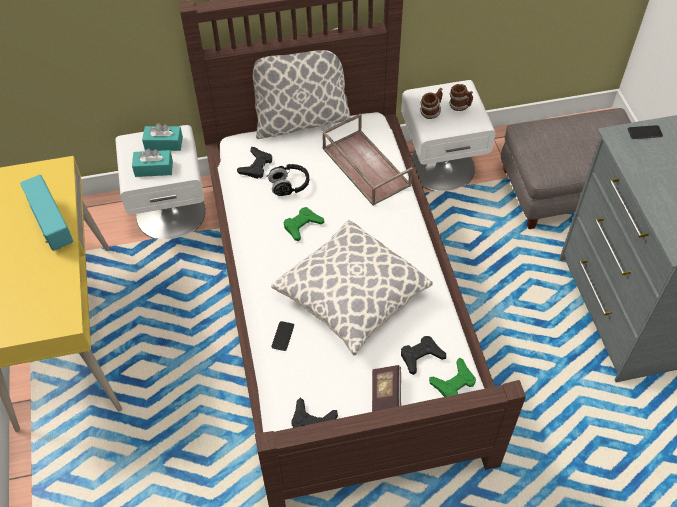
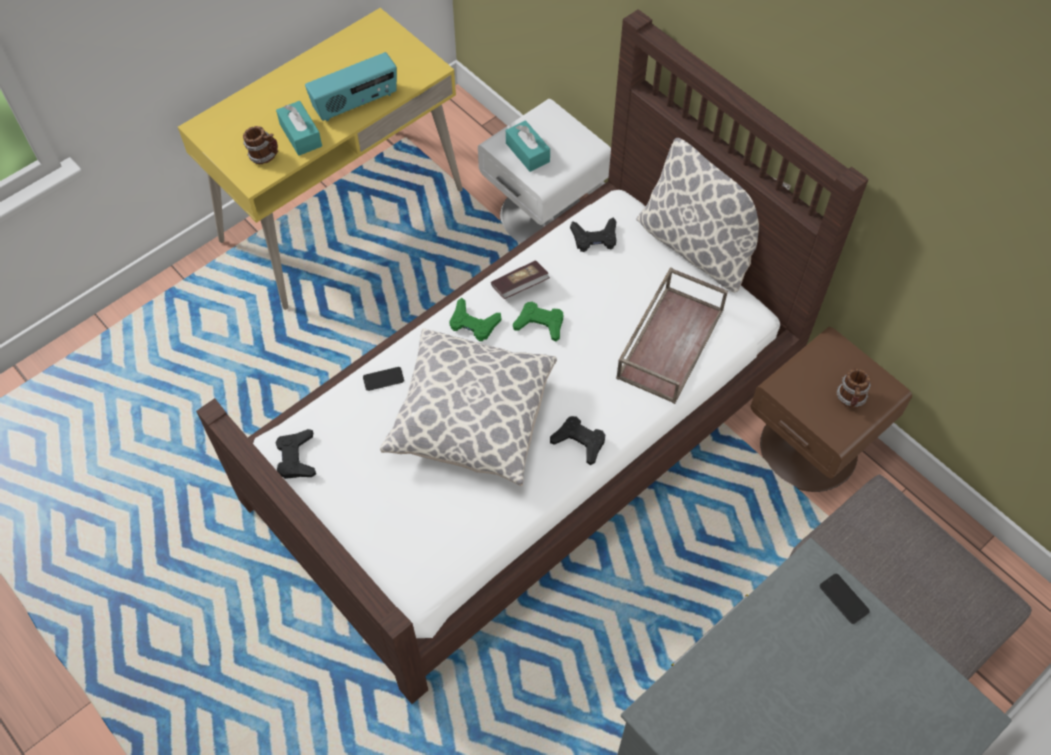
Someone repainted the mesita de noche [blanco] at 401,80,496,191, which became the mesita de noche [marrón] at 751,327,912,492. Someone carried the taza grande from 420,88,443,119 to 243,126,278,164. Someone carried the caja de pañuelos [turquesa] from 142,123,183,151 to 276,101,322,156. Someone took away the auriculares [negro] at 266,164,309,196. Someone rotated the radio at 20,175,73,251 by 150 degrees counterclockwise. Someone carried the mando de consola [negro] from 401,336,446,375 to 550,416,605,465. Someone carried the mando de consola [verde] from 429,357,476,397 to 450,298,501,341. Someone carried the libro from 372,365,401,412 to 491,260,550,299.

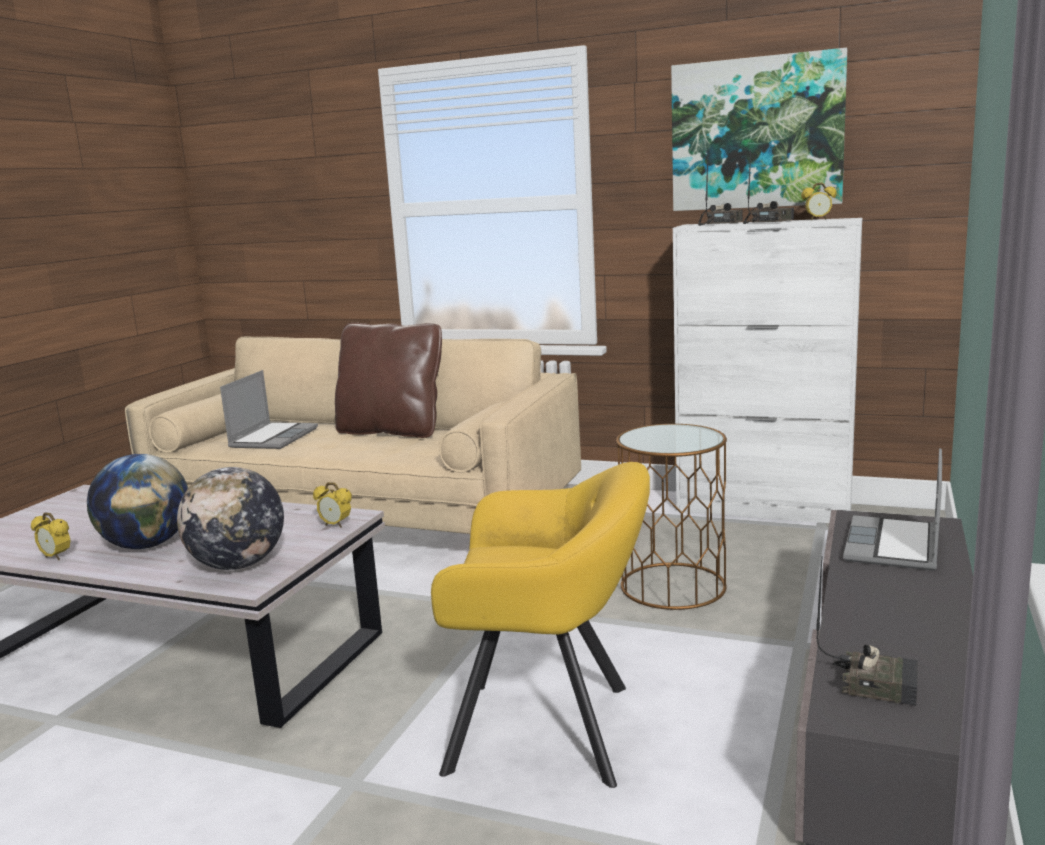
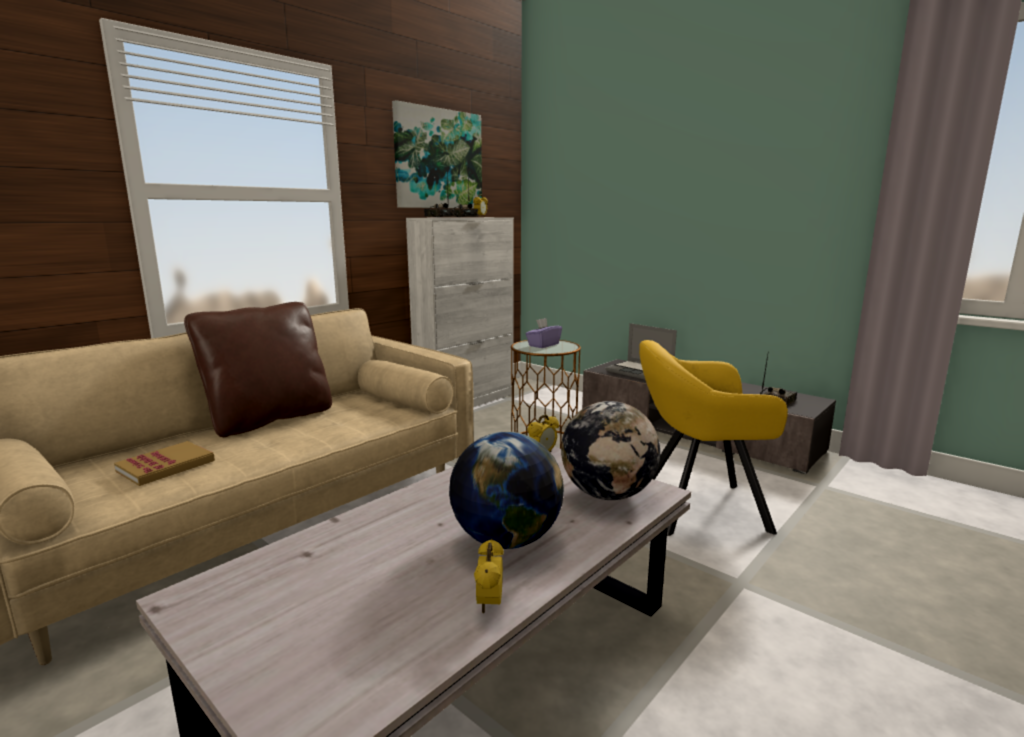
Someone swapped the portátil at 220,370,318,449 for the libro at 114,441,215,486. Someone rotated the sillón [amarillo] at 431,462,650,788 by 120 degrees counterclockwise. Someone rotated the despertador at 31,513,71,560 by 135 degrees clockwise. Someone put down the caja de pañuelos [morado] at 526,318,562,348.

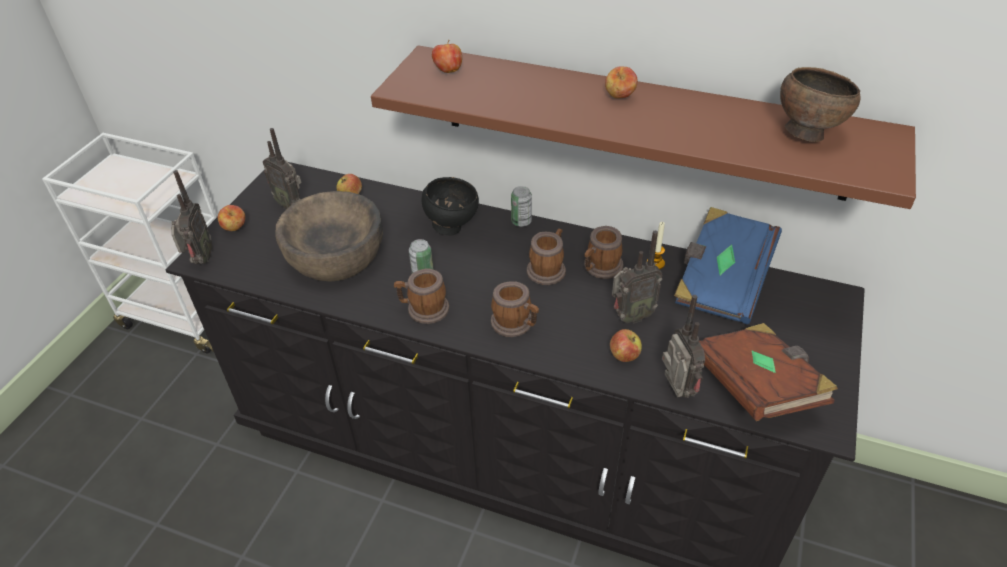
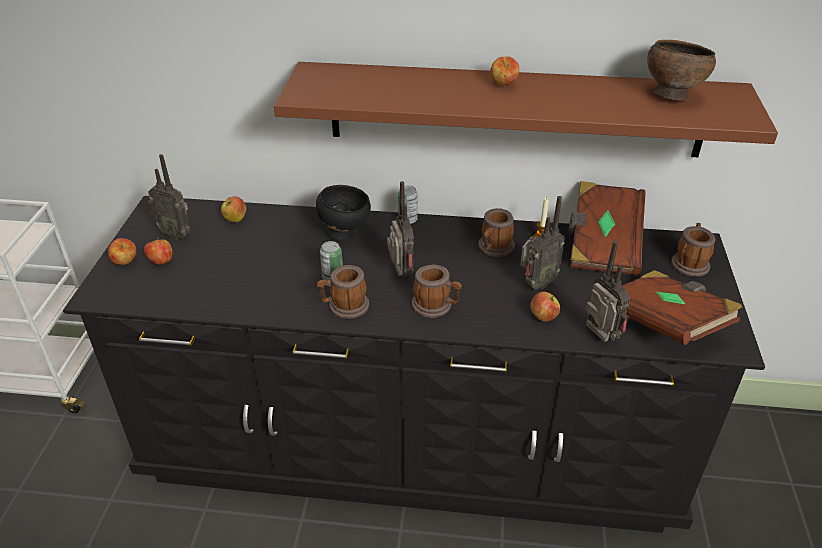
Someone carried the manzana from 432,40,462,73 to 144,237,173,265. Someone carried the radio from 171,170,212,264 to 387,181,414,277. Someone took away the cuenco [marrón] at 275,191,383,282. Someone repainted the libro [azul] at 674,207,782,324, which became the libro [marrón] at 569,181,646,275. Someone carried the taza grande from 527,229,566,285 to 671,223,715,277.

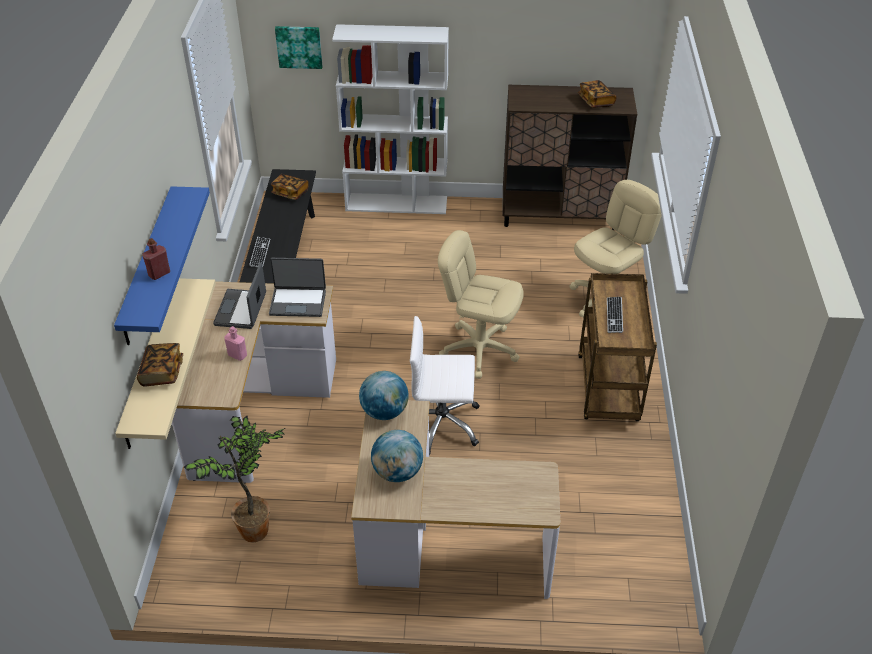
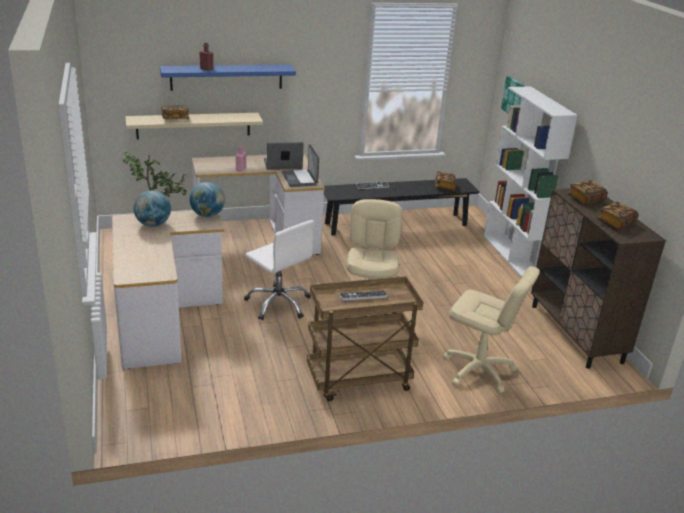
Someone rotated the silla de oficina [blanco] at 410,316,480,456 by 150 degrees clockwise. Someone put down the libro at 568,180,608,206.

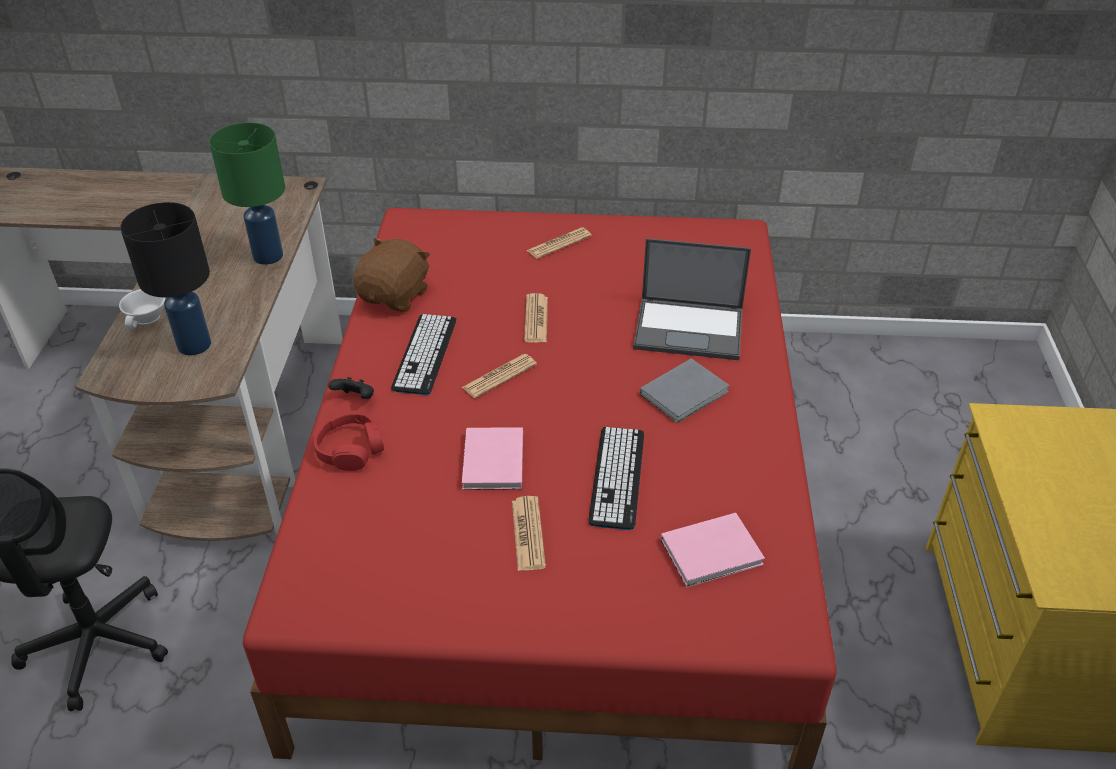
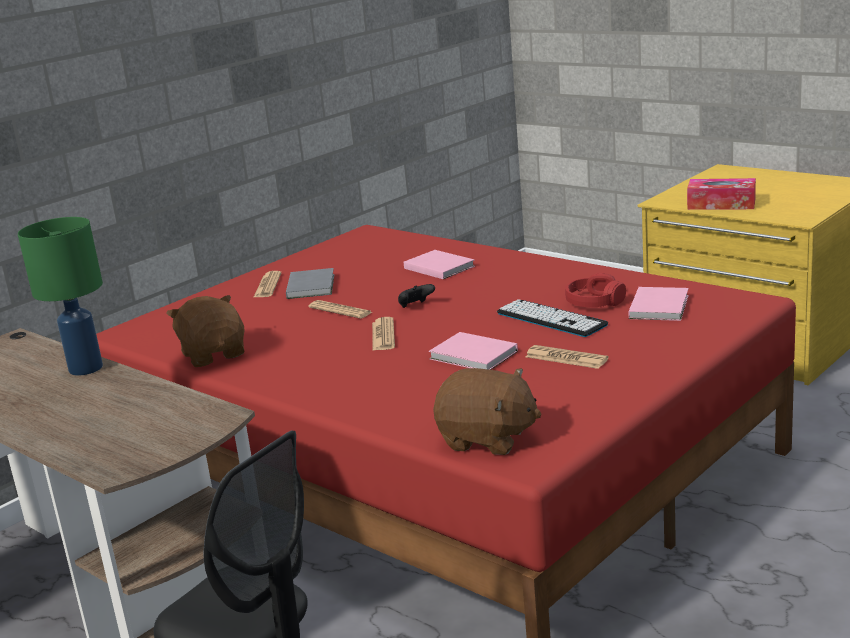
Someone took away the lámpara de mesa [negro] at 120,202,211,355. Someone swapped the portátil at 633,238,751,360 for the libro [rosa] at 404,250,475,279. Someone took away the taza [blanco] at 119,289,165,329. Someone took away the teclado at 391,314,456,395. Someone carried the libro [gris] from 640,358,730,424 to 286,268,334,299. Someone carried the mando de consola [negro] from 328,377,374,399 to 398,284,435,308. Someone carried the auriculares [rojo] from 314,413,384,471 to 565,273,626,307. Someone put down the caja de pañuelos at 687,178,756,210. Someone put down the peluche [marrón] at 433,368,542,455.

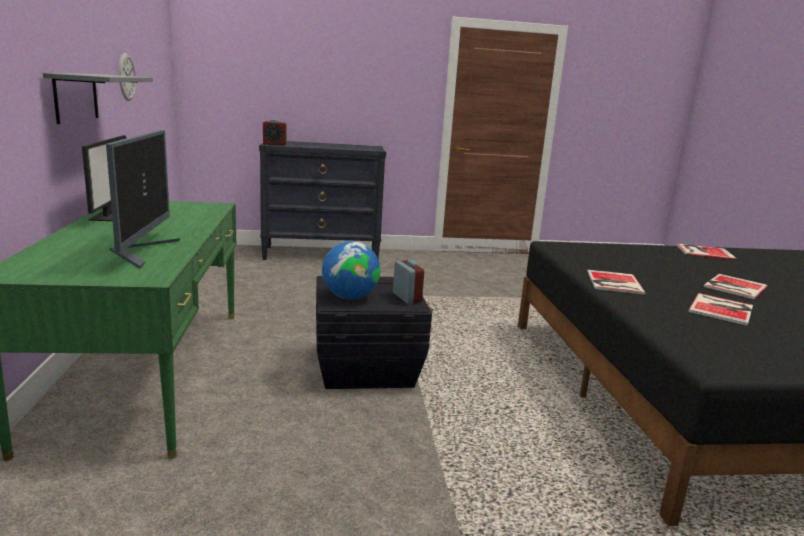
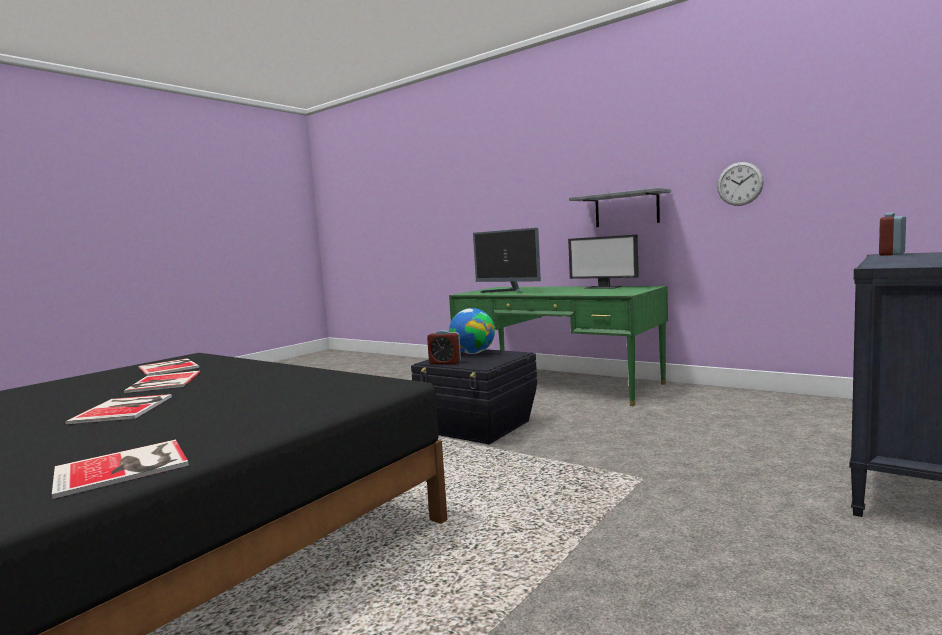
Someone carried the libro from 587,270,646,295 to 138,358,199,376.

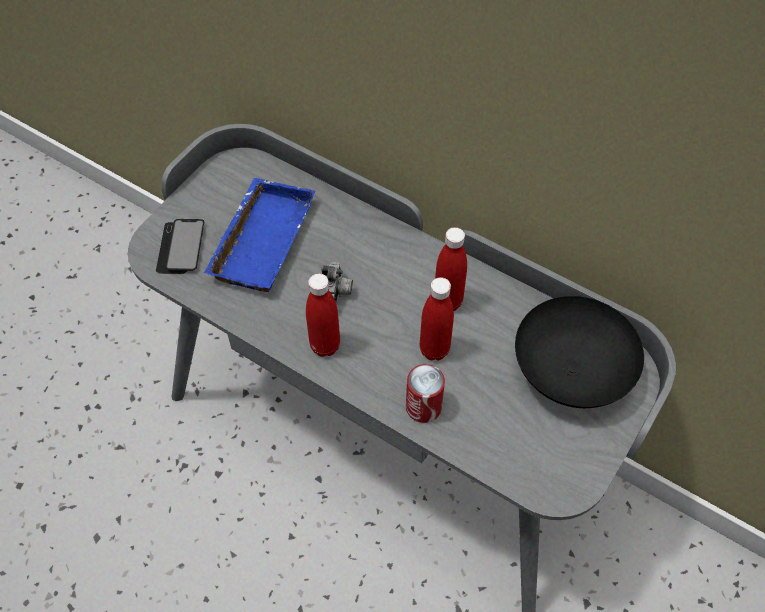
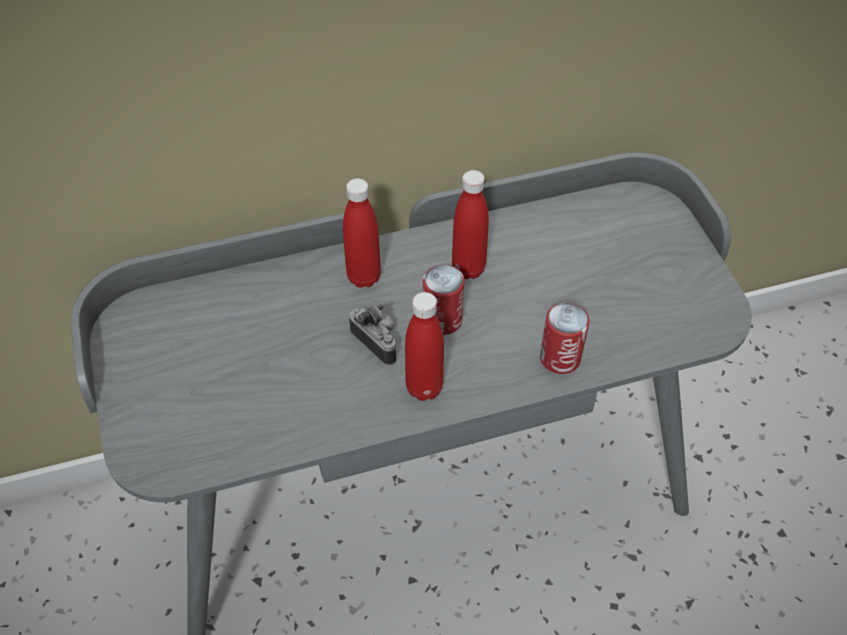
Someone took away the bandeja [azul] at 204,178,316,292. Someone took away the móvil at 156,219,204,274. Someone carried the botella [rojo] from 420,277,454,360 to 343,178,381,288. Someone took away the cuenco [negro] at 515,296,644,408. Someone put down the lata at 423,265,464,335.

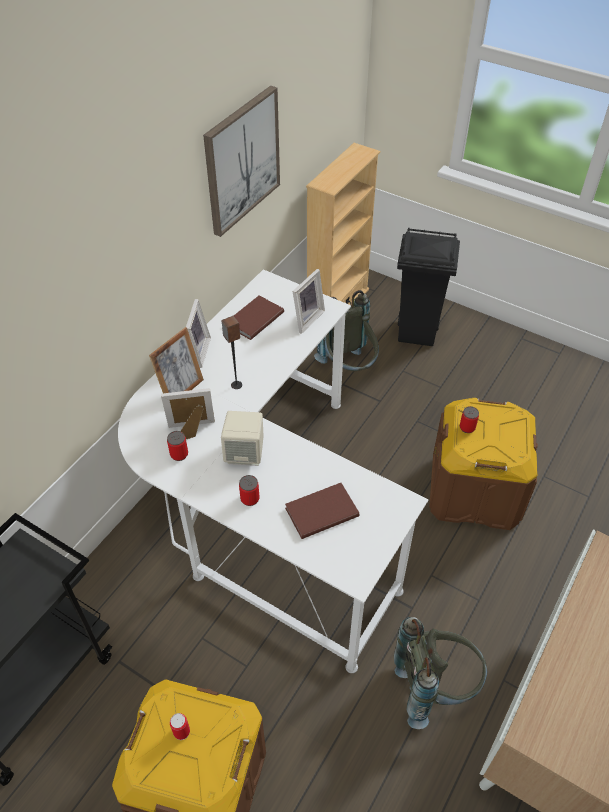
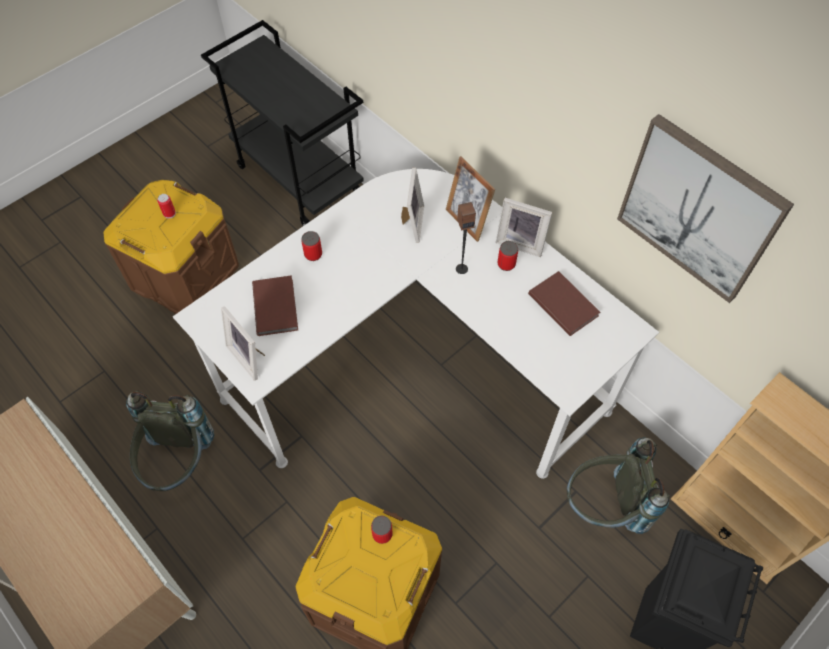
Someone carried the portarretratos from 293,269,325,334 to 221,306,265,381. Someone took away the altavoz [beis] at 221,411,264,466. Someone carried the lata from 167,431,188,461 to 498,241,518,271.

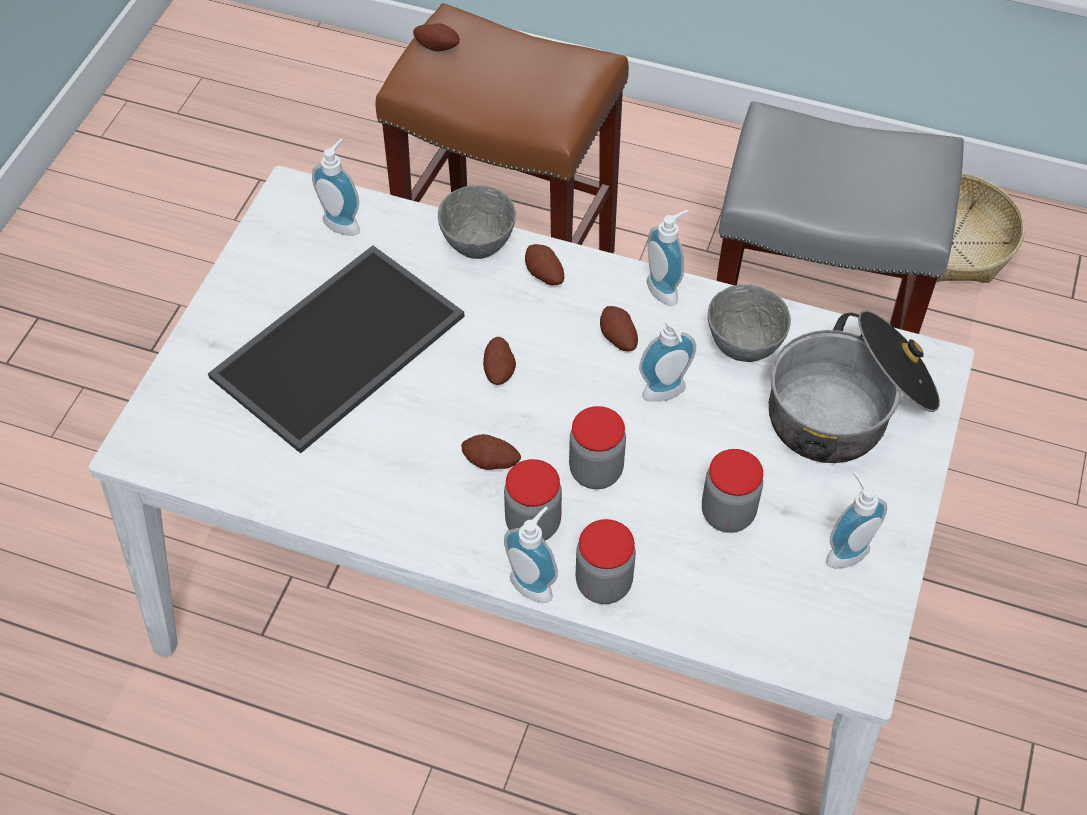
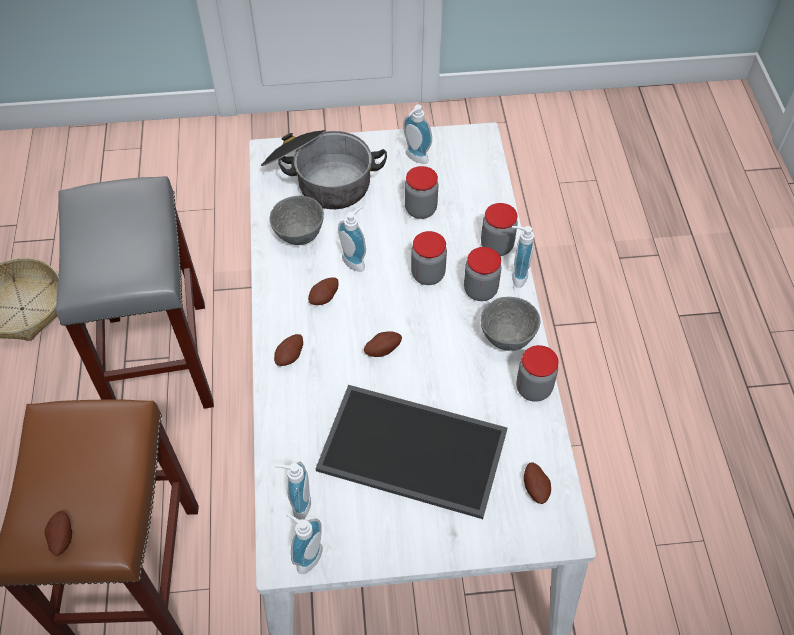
Someone carried the cuenco [gris] from 438,185,516,259 to 481,297,541,351. Someone carried the dispensador de jabón from 646,210,689,306 to 286,513,323,574. Someone carried the patata from 461,434,521,470 to 524,462,551,504. Someone put down the tarro at 516,345,559,402.

